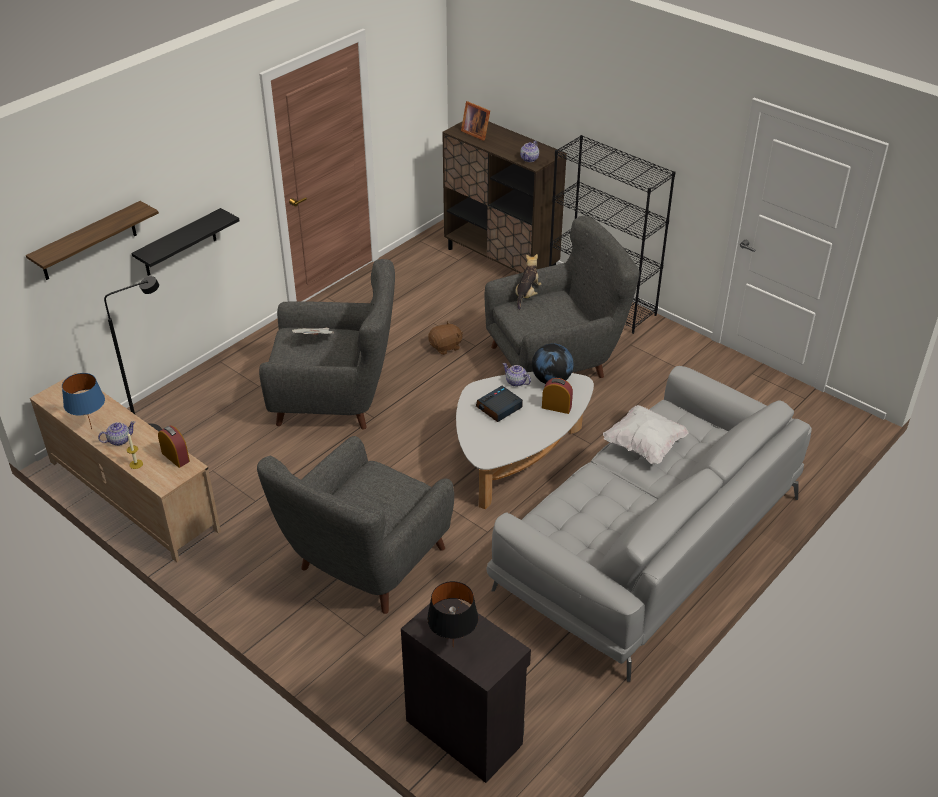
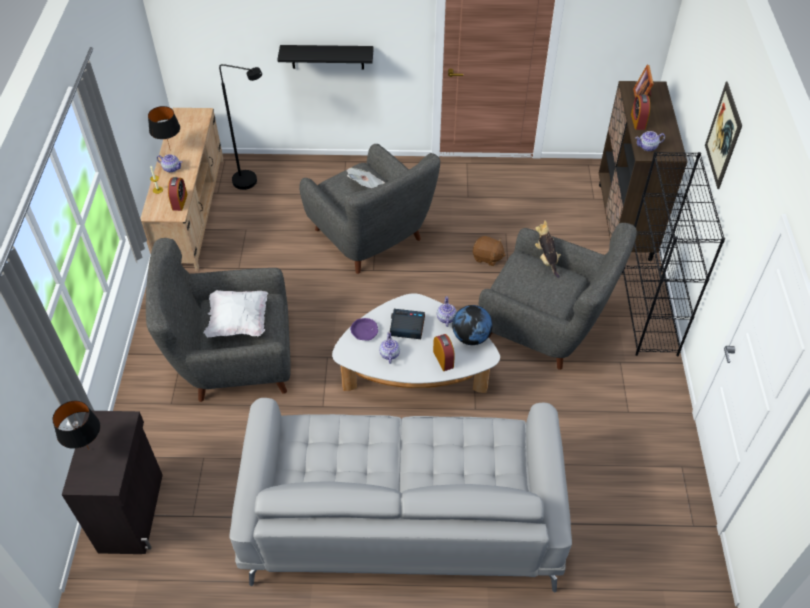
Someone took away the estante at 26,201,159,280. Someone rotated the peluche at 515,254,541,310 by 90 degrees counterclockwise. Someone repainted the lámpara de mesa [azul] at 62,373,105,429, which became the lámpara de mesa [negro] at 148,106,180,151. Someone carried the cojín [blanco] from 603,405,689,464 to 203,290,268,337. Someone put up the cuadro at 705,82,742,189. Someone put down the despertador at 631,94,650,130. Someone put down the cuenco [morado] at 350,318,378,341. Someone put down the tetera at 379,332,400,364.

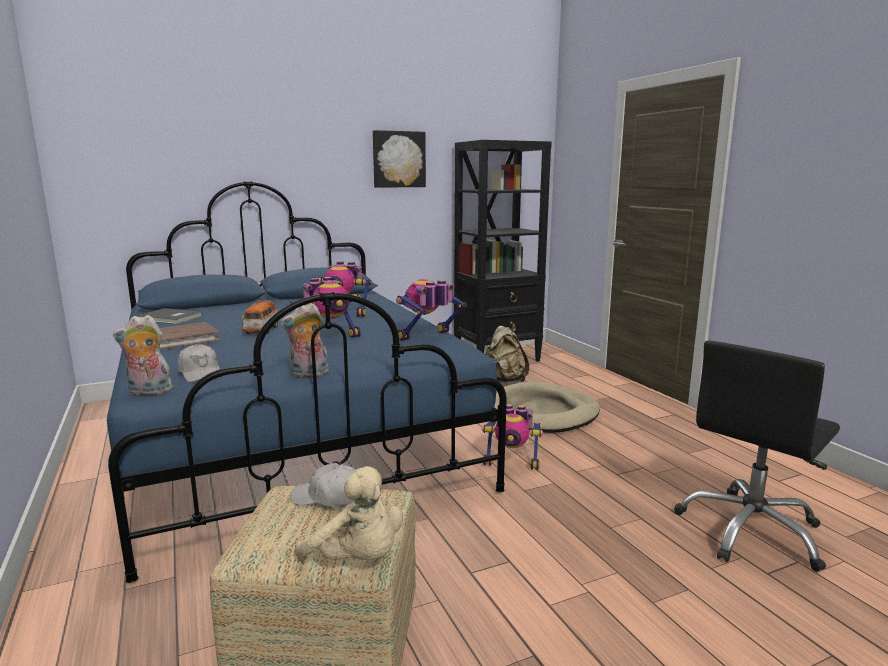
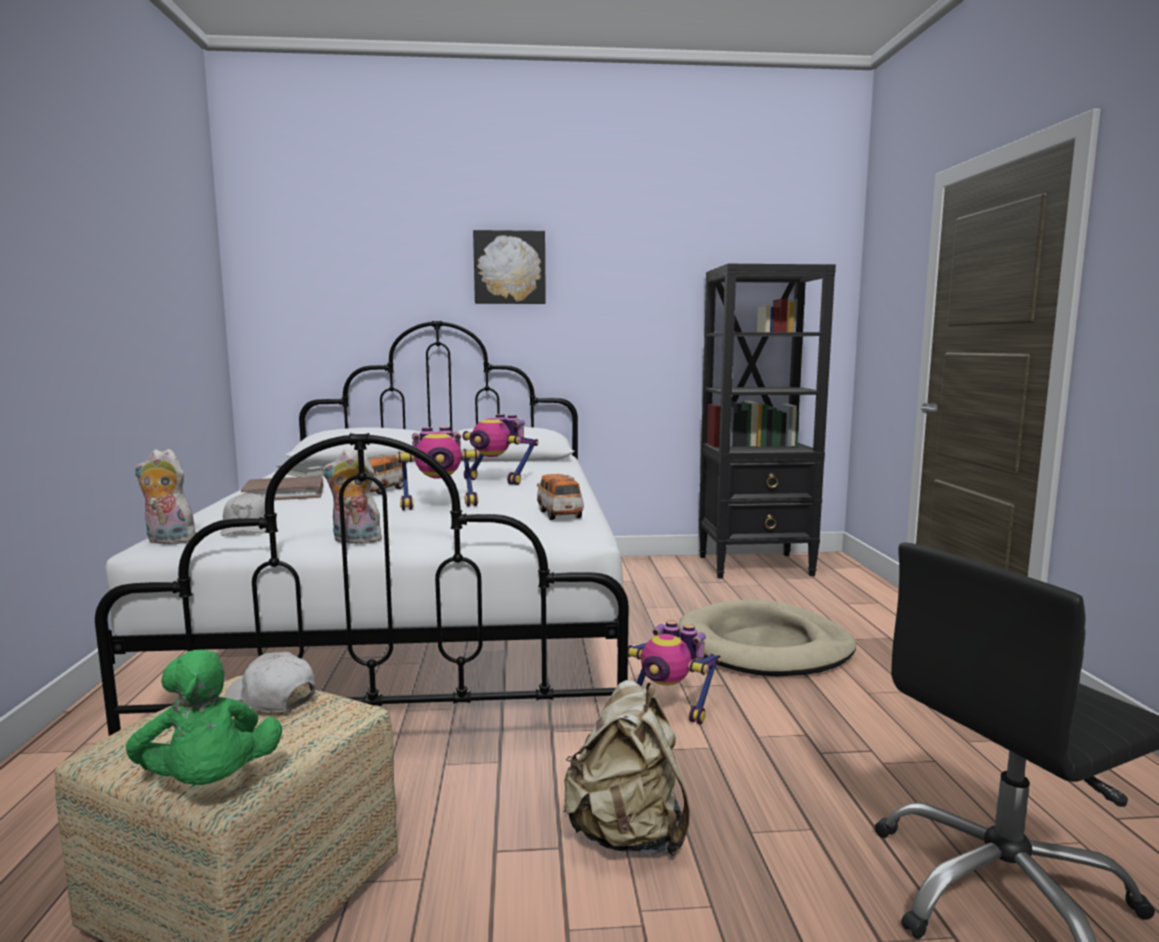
Someone carried the cuadro from 373,130,426,188 to 473,230,546,304. Someone repainted the cama [azul] at 107,181,507,583, which became the cama [blanco] at 95,320,629,736. Someone swapped the robot de juguete at 396,279,467,341 for the coche de juguete at 537,474,584,520. Someone carried the mochila [beis] from 485,323,529,382 to 563,680,690,856. Someone repainted the peluche [beis] at 295,466,403,561, which became the peluche [verde] at 126,650,282,785.

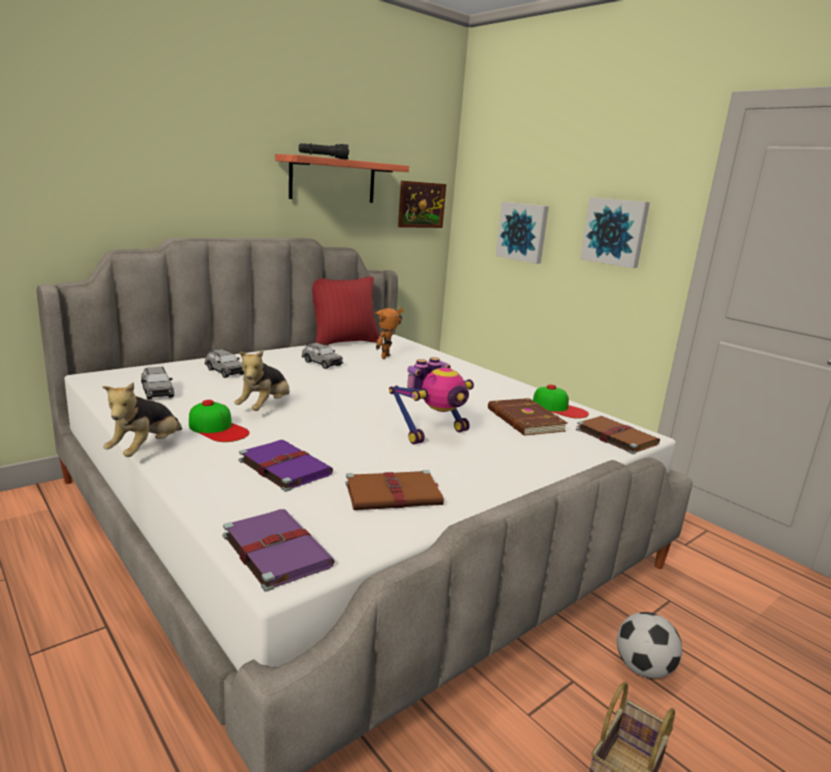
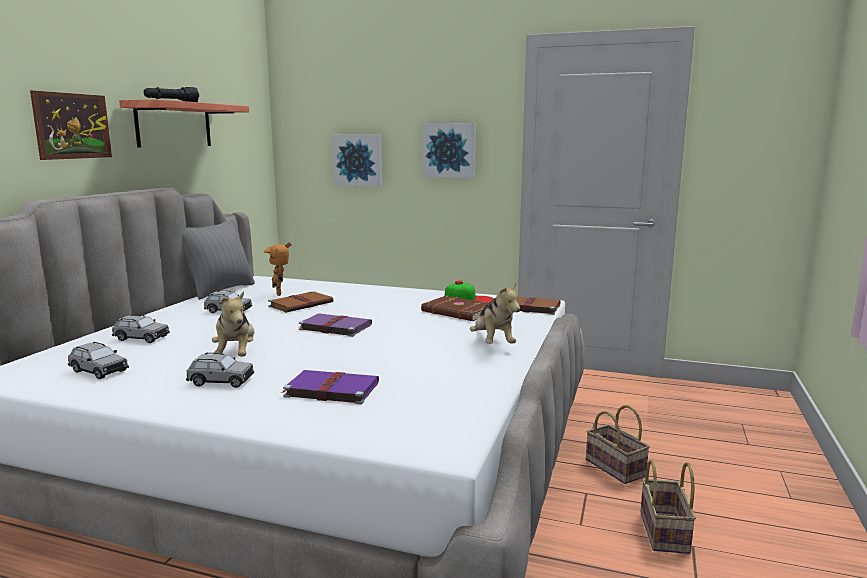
Someone carried the cuadro from 398,181,446,228 to 30,90,112,160. Someone repainted the cojín [rojo] at 312,276,380,345, which became the cojín [gris] at 182,219,255,300. Someone took away the robot de juguete at 389,357,474,444. Someone carried the peluche from 103,382,182,457 to 470,283,520,344. Someone swapped the gorra at 189,400,250,442 for the coche de juguete [gris] at 186,353,254,388. Someone carried the libro [marrón] from 346,470,444,510 to 268,291,333,312. Someone carried the libro [morado] from 223,509,335,592 to 299,313,372,337. Someone swapped the balón de fútbol at 617,612,682,679 for the cesta at 586,405,650,484.

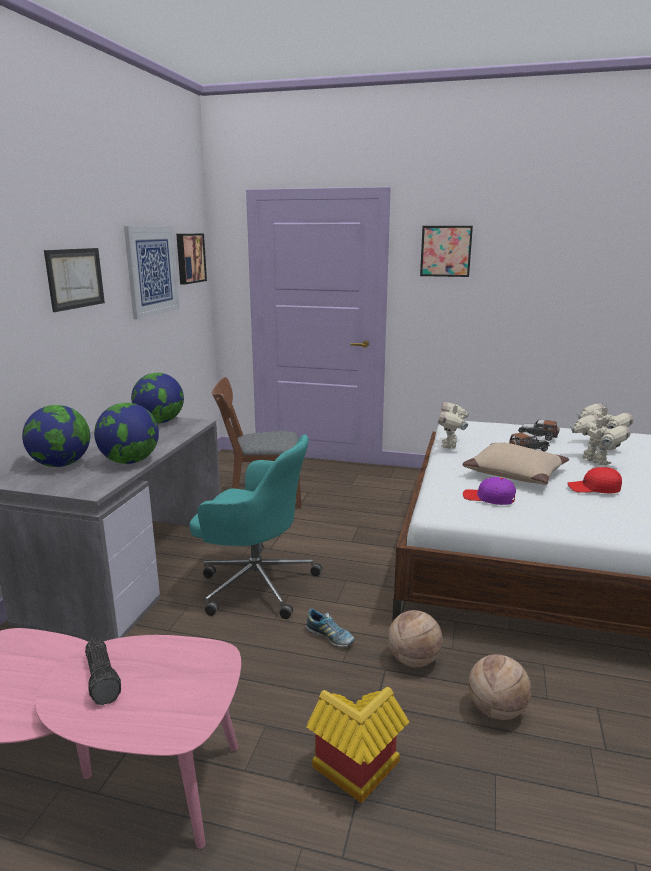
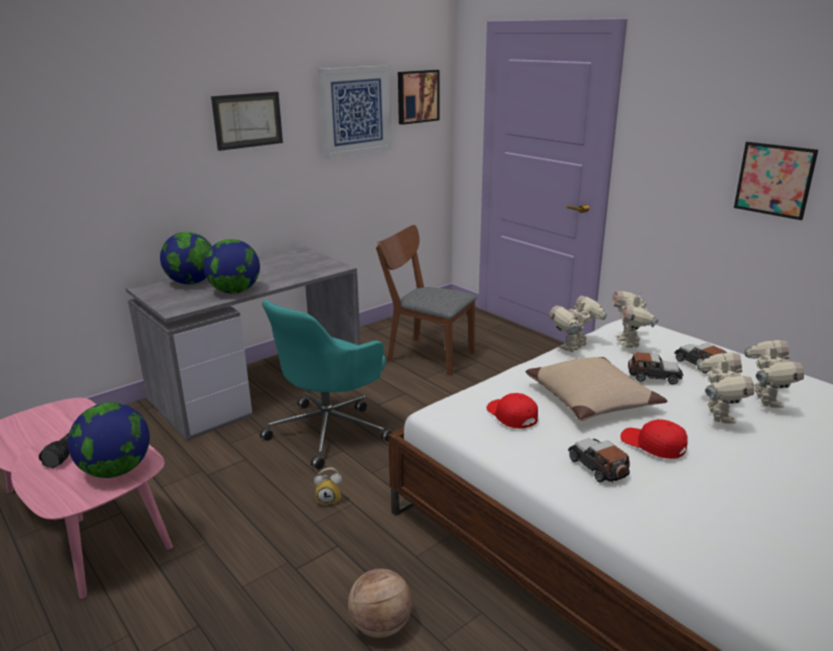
Someone carried the cuadro from 420,226,473,277 to 734,142,818,220. Someone carried the globo terráqueo from 131,373,184,423 to 68,402,150,478. Someone rotated the silla de oficina [turquesa] at 189,435,322,619 by 75 degrees clockwise. Someone repainted the gorra [morado] at 463,477,516,505, which became the gorra [rojo] at 486,393,538,429. Someone swapped the zapato at 306,609,354,647 for the despertador at 314,467,342,505. Someone took away the balón de baloncesto at 388,610,443,667. Someone took away the casita at 307,687,410,803. Someone put down the robot de juguete at 612,290,659,348. Someone put down the coche de juguete at 568,438,630,482.

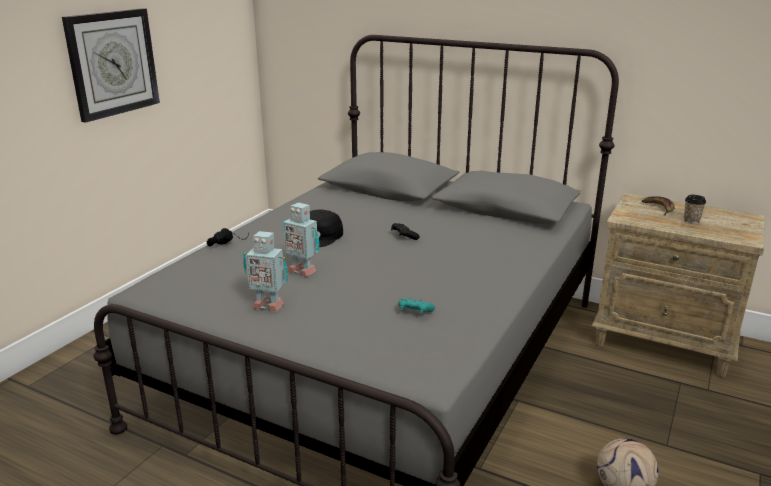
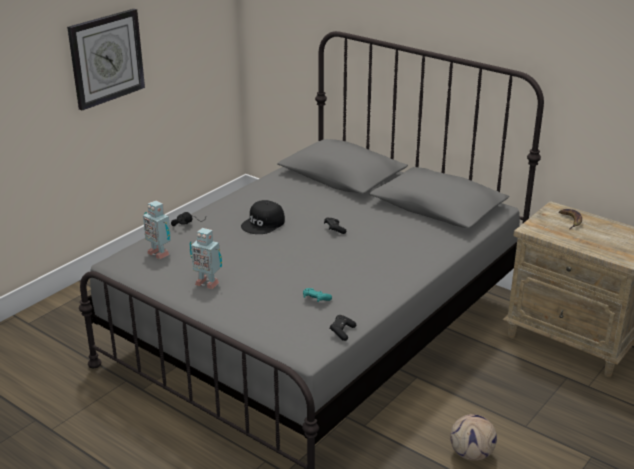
Someone took away the taza at 684,195,706,223. Someone carried the robot de juguete from 283,202,319,277 to 143,201,171,260. Someone put down the mando de consola [negro] at 330,315,356,341.

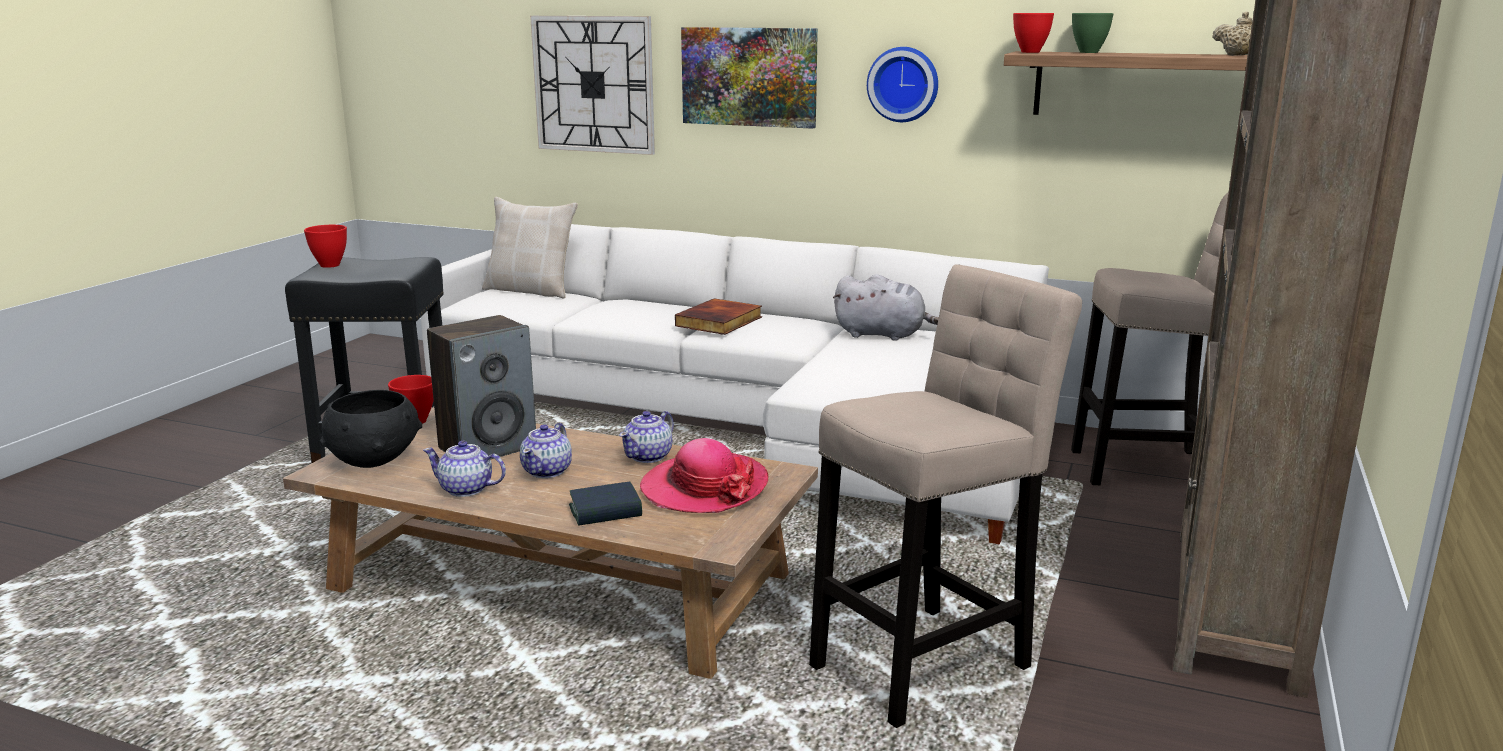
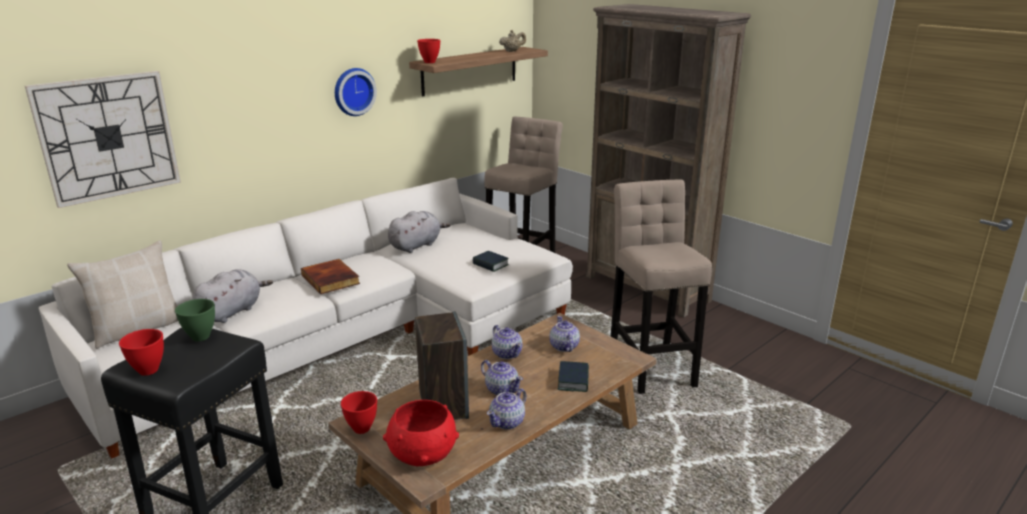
Someone carried the cuenco [verde] from 1072,13,1113,53 to 175,299,215,341. Someone took away the cuadro at 681,27,818,129. Someone repainted the cuenco [negro] at 320,390,422,468, which became the cuenco [rojo] at 383,400,459,466. Someone swapped the sombrero at 640,438,768,513 for the tetera at 549,316,580,352. Someone put down the libro at 473,251,509,272. Someone put down the peluche [gris] at 192,269,273,323.

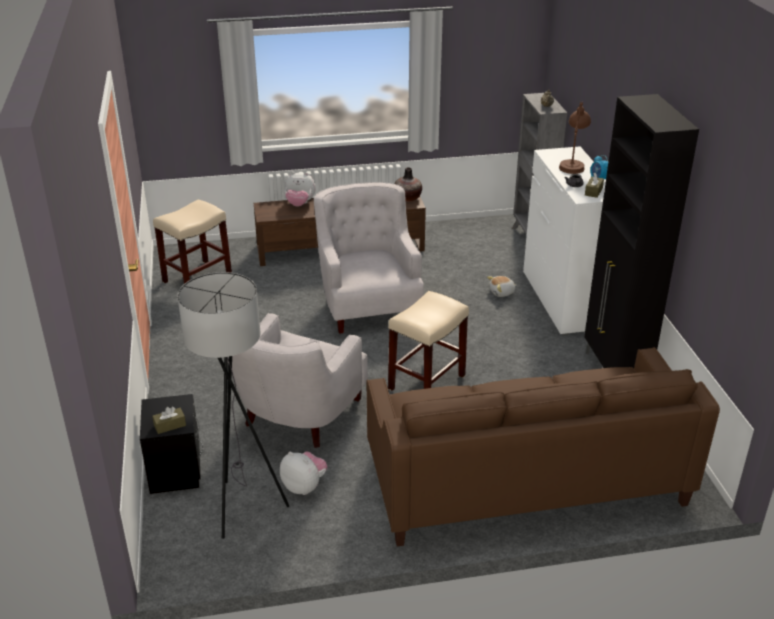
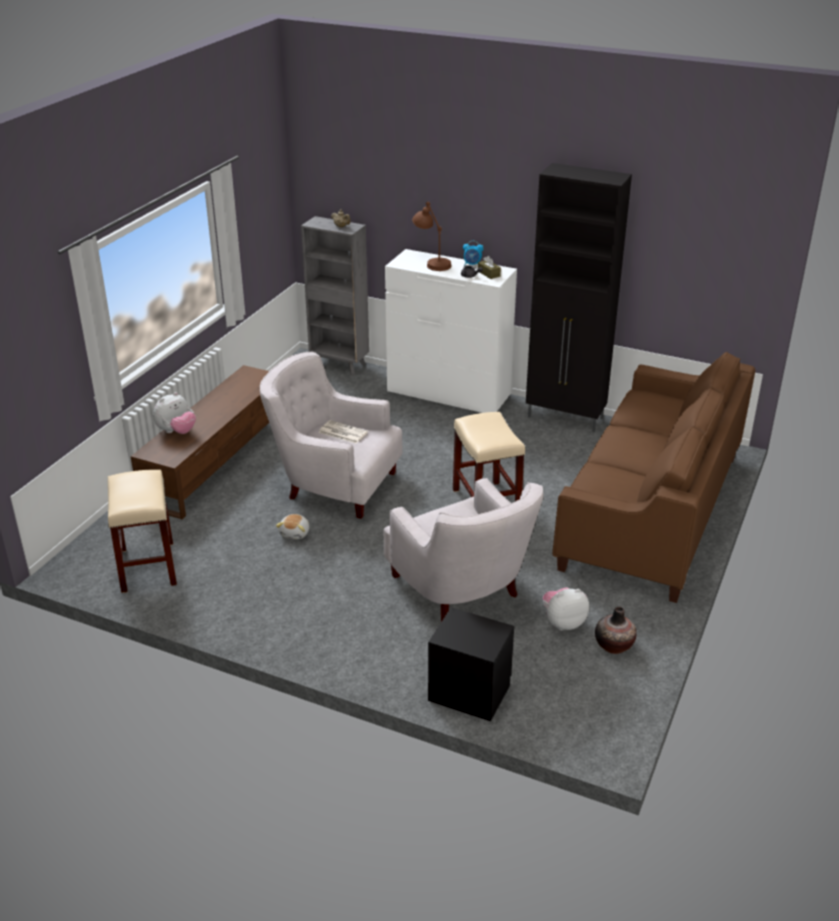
Someone carried the florero from 394,167,422,202 to 595,607,637,654. Someone took away the lámpara de pie [gris] at 178,272,289,539. Someone carried the peluche from 487,276,517,297 to 276,514,309,539. Someone took away the caja de pañuelos [marrón] at 152,407,186,434. Someone put down the periódico at 318,420,368,444.

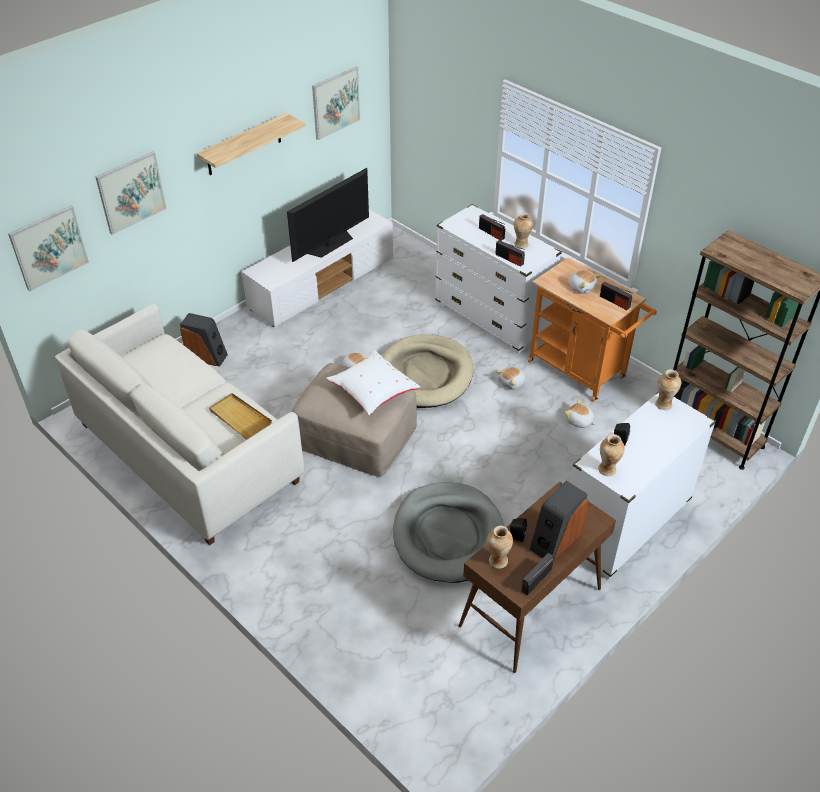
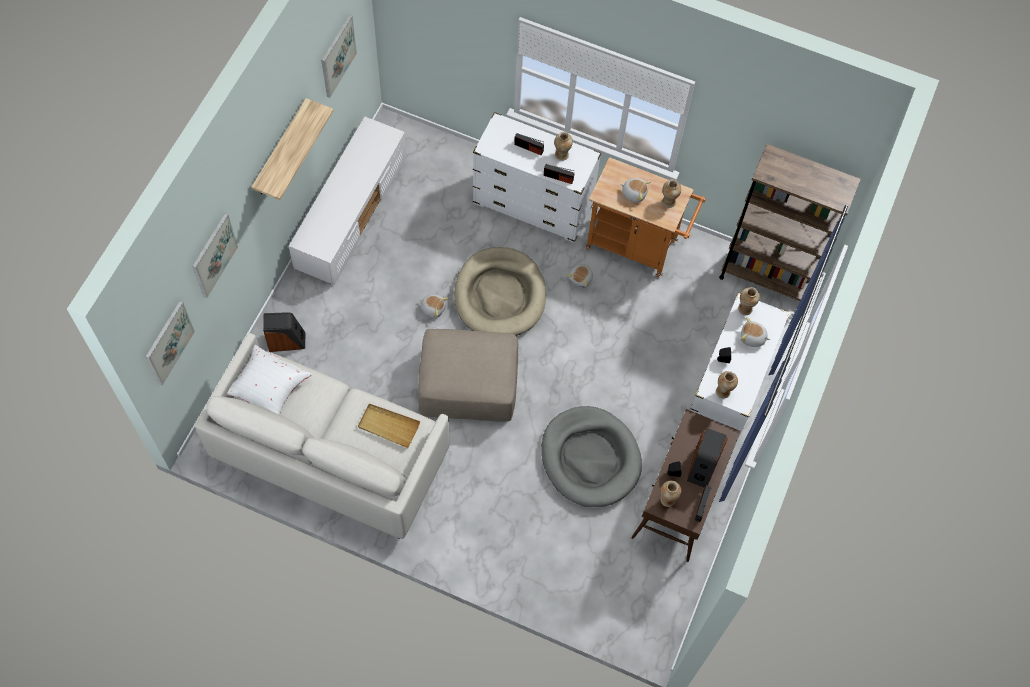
Someone took away the televisor at 287,168,369,262. Someone swapped the radio at 600,281,632,310 for the florero at 662,179,681,208. Someone carried the cojín [blanco] from 326,350,420,416 to 227,344,312,415. Someone carried the peluche from 565,399,595,428 to 741,317,770,347.

